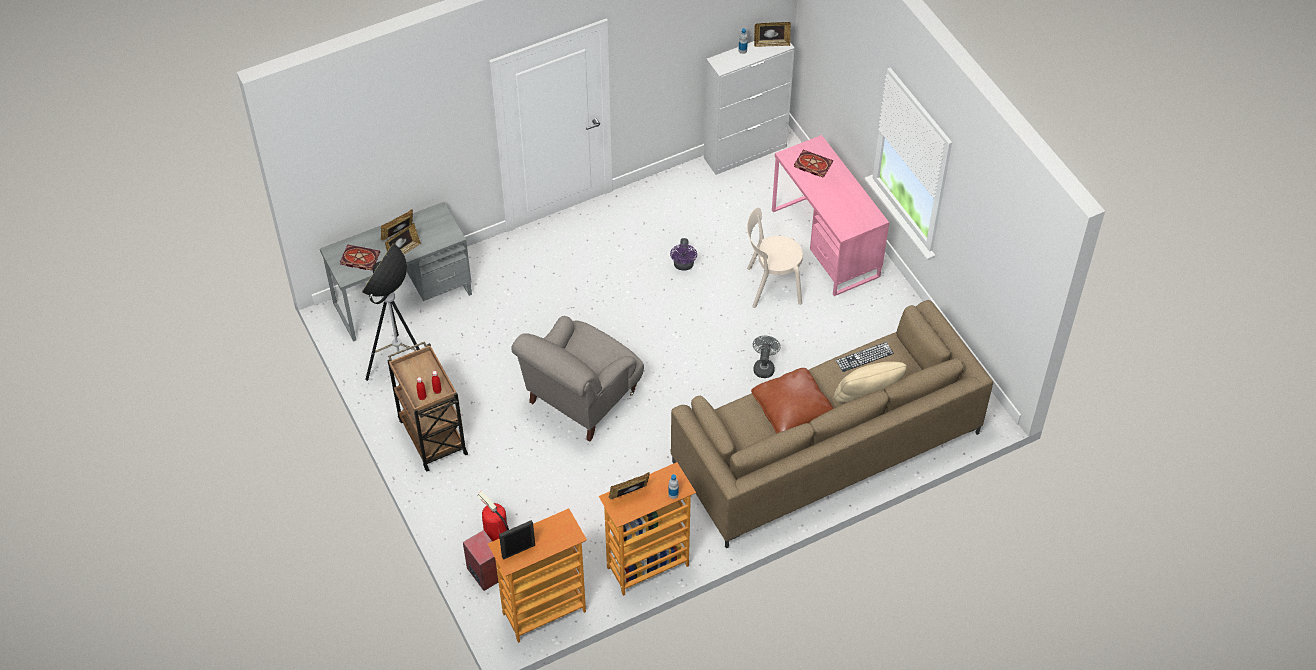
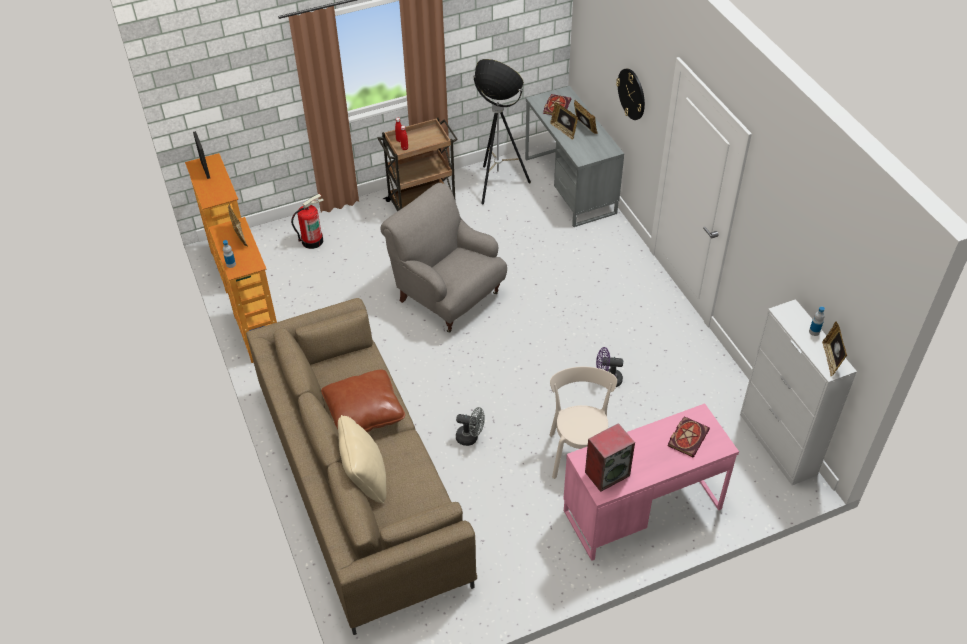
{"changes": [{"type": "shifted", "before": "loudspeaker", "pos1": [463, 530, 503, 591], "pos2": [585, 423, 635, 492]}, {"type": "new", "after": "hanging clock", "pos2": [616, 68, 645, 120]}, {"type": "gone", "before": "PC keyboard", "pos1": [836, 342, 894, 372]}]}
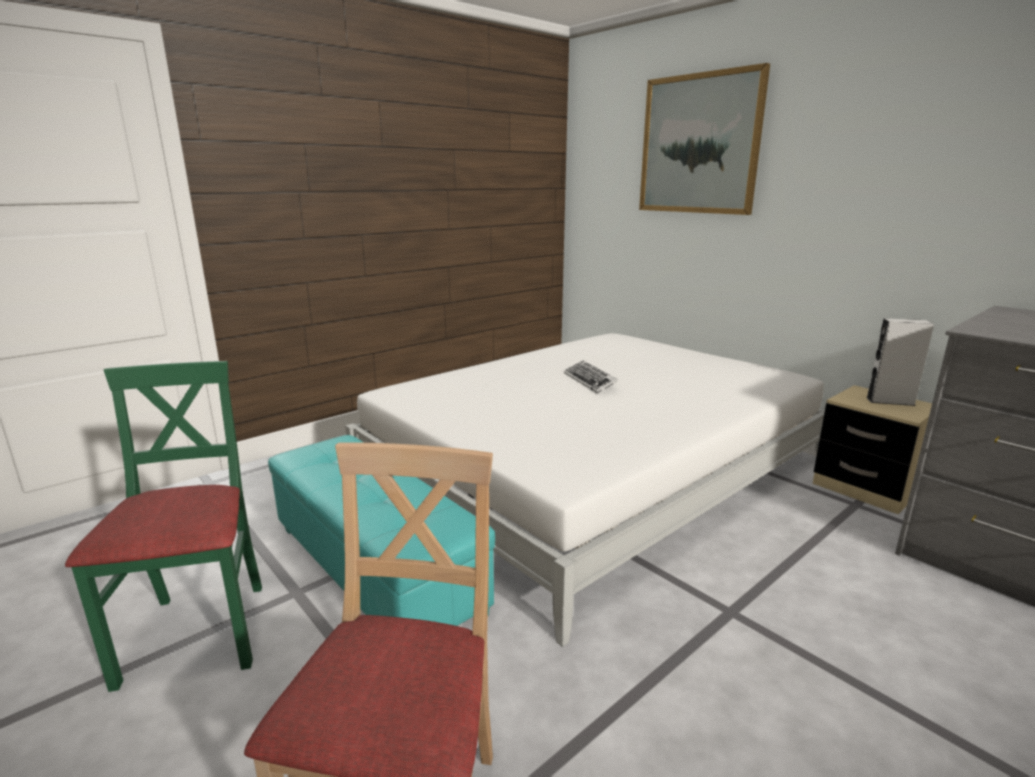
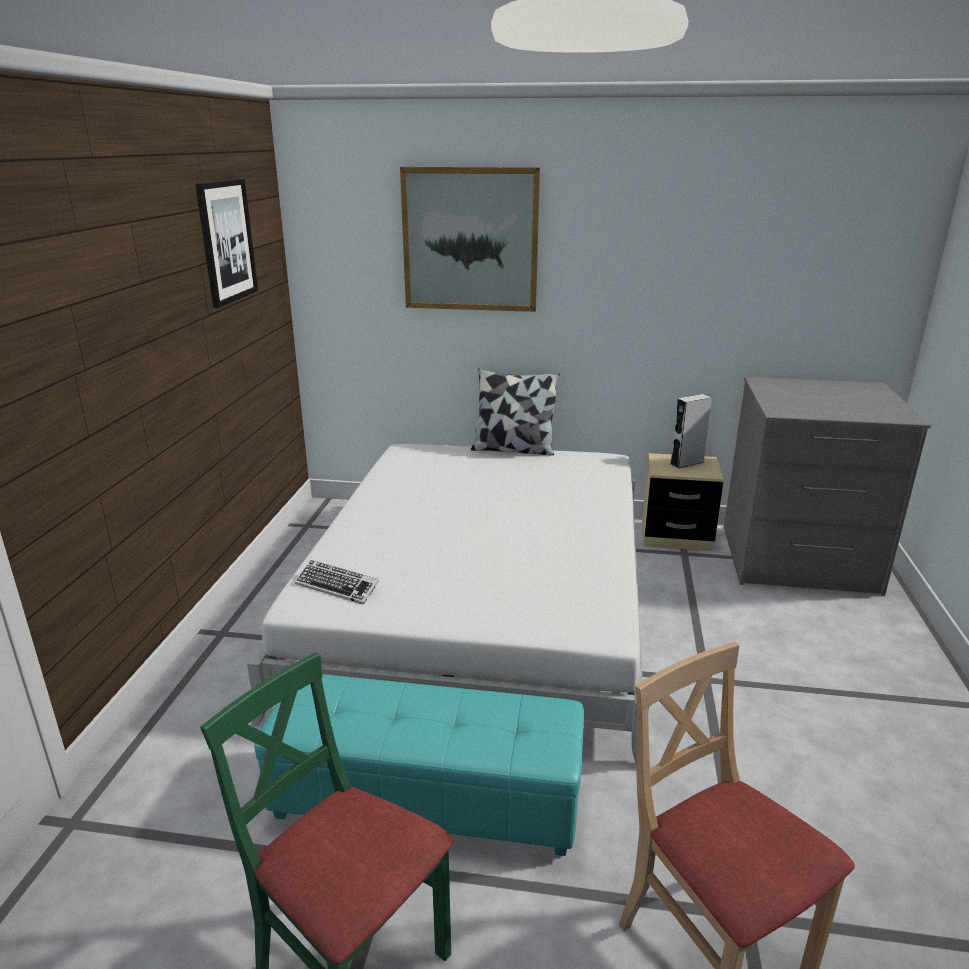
{"changes": [{"type": "new", "after": "wall picture", "pos2": [195, 179, 258, 308]}, {"type": "shifted", "before": "PC keyboard", "pos1": [564, 361, 618, 393], "pos2": [295, 560, 379, 605]}, {"type": "new", "after": "cushion", "pos2": [471, 368, 560, 455]}]}
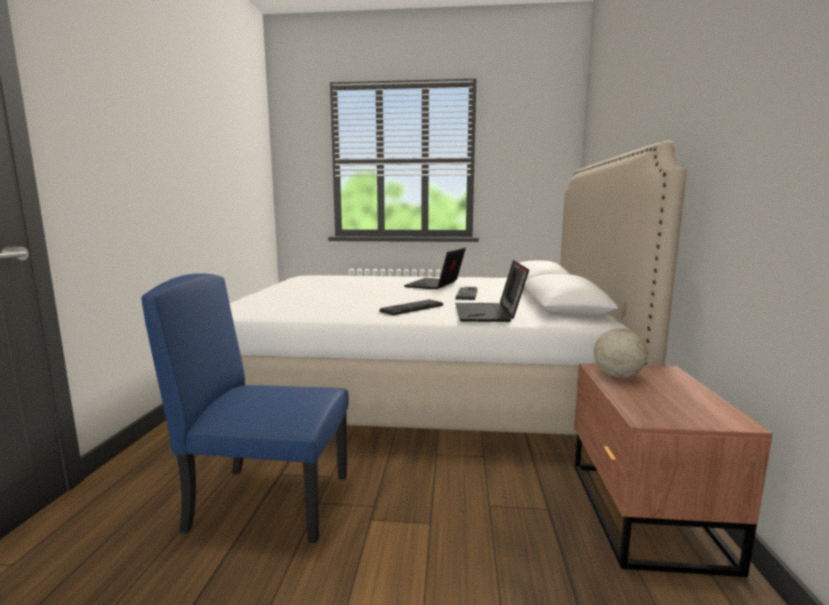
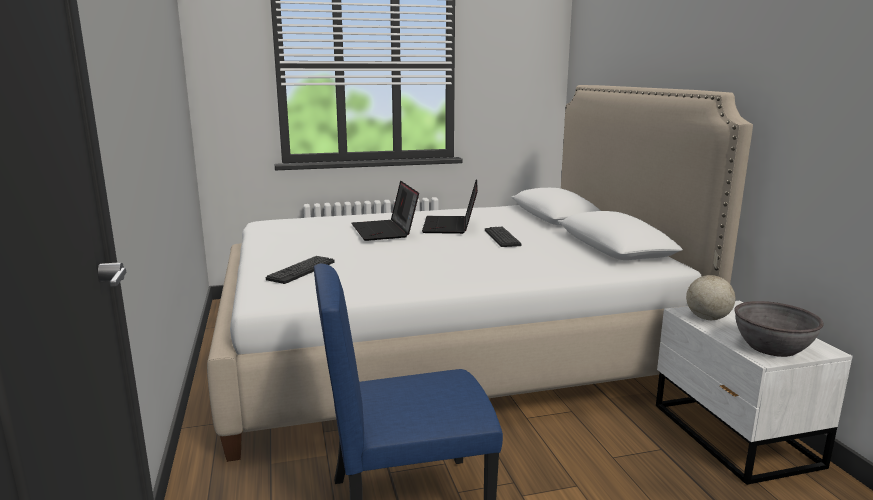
{"changes": [{"type": "shifted", "before": "PC keyboard", "pos1": [379, 299, 443, 315], "pos2": [266, 256, 334, 284]}, {"type": "shifted", "before": "laptop", "pos1": [455, 260, 529, 322], "pos2": [352, 181, 419, 241]}, {"type": "repainted", "before": "brown-coloured night table", "after": "white night table", "pos1": [574, 363, 773, 577], "pos2": [656, 300, 853, 485]}, {"type": "new", "after": "grey deep dish", "pos2": [734, 301, 824, 357]}]}
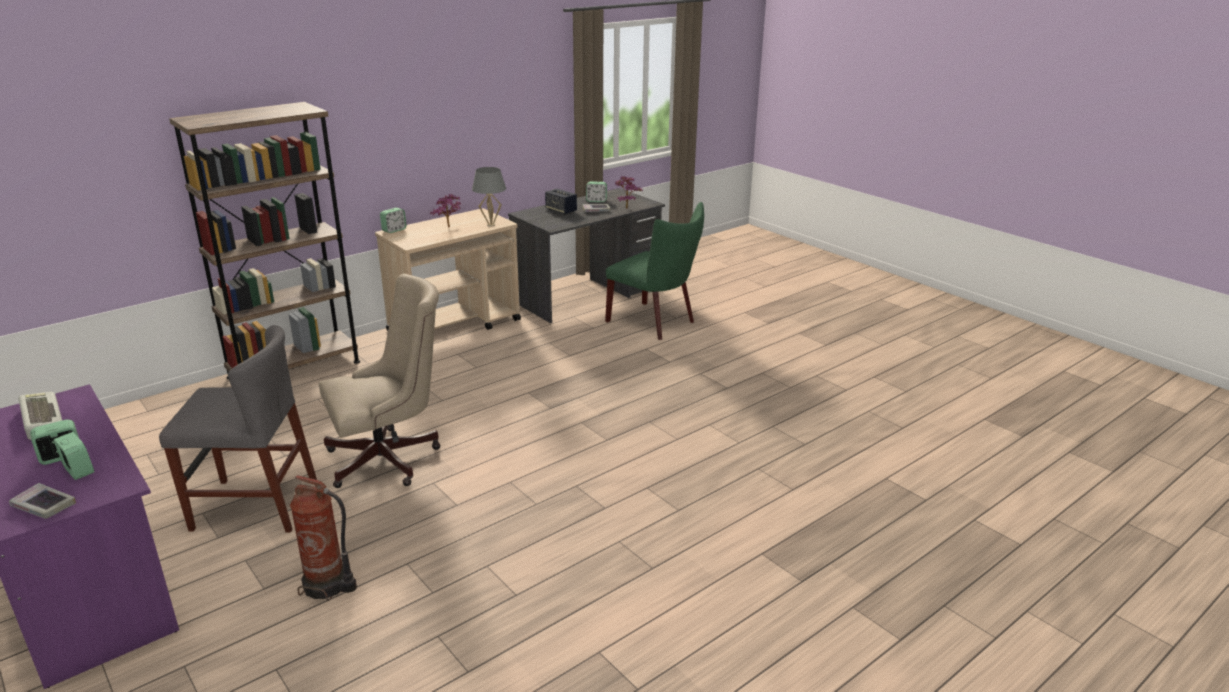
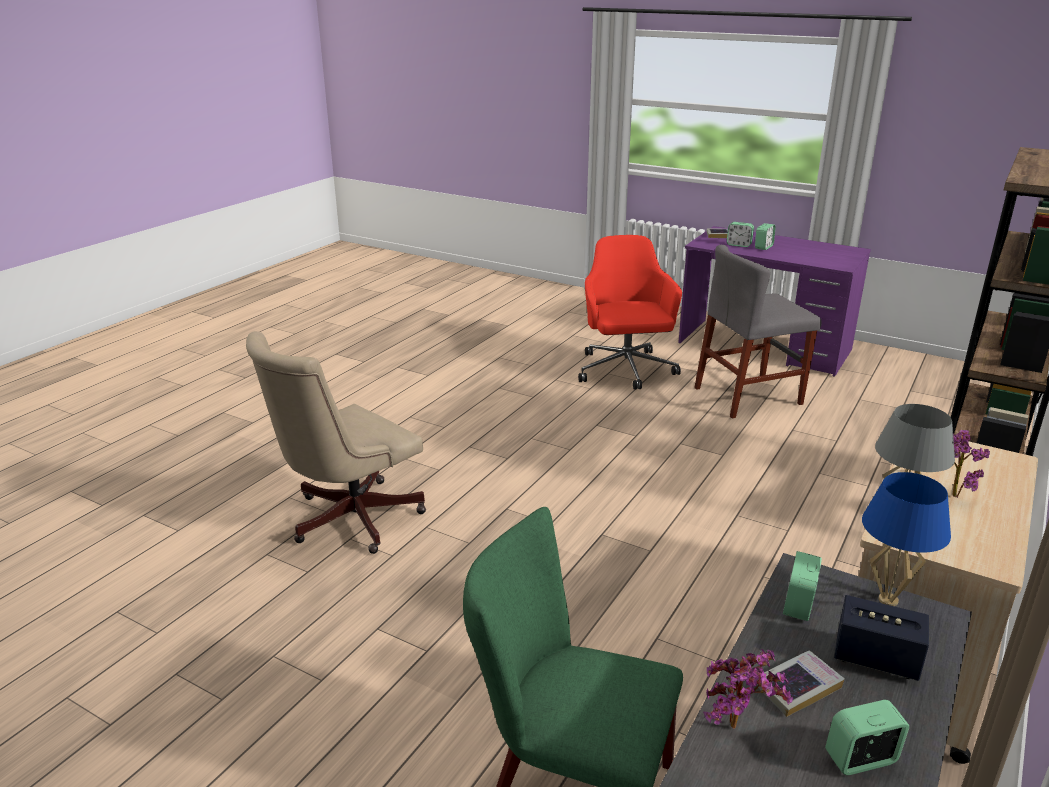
{"changes": [{"type": "shifted", "before": "beige-coloured computer chair", "pos1": [319, 274, 441, 488], "pos2": [246, 331, 426, 554]}, {"type": "swapped", "before": "extinguisher", "after": "red computer chair", "pos1": [290, 475, 357, 601], "pos2": [578, 235, 682, 390]}, {"type": "shifted", "before": "alarm clock", "pos1": [380, 208, 407, 233], "pos2": [783, 551, 822, 621]}, {"type": "new", "after": "bluish tabletop lamp", "pos2": [862, 472, 951, 606]}, {"type": "gone", "before": "PC keyboard", "pos1": [18, 392, 62, 440]}]}
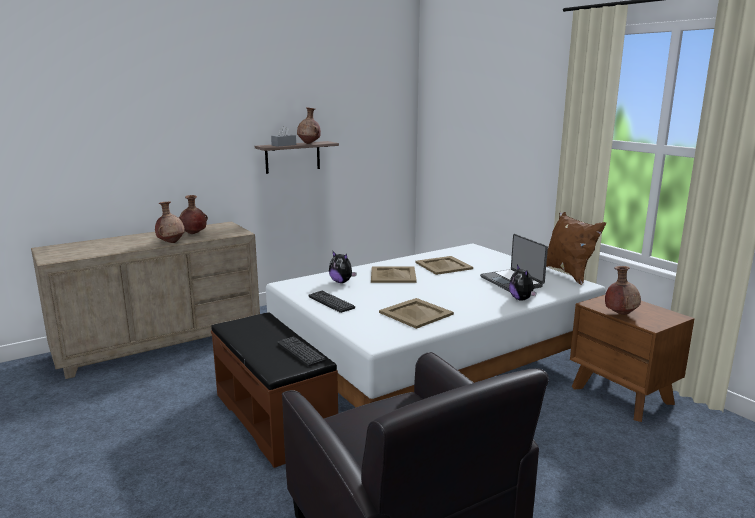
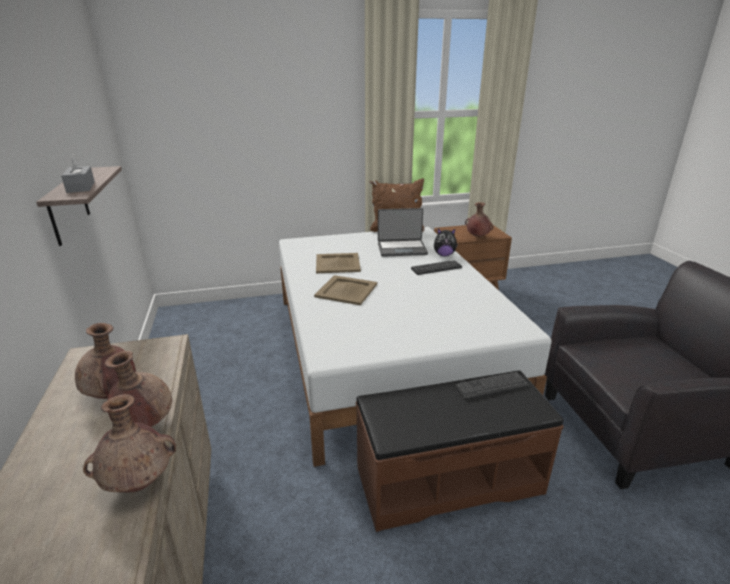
{"changes": [{"type": "shifted", "before": "brown-coloured decorative vase", "pos1": [297, 107, 321, 144], "pos2": [83, 394, 176, 492]}, {"type": "shifted", "before": "PC keyboard", "pos1": [309, 291, 355, 313], "pos2": [411, 260, 462, 275]}, {"type": "gone", "before": "cuddly toy", "pos1": [329, 251, 357, 283]}, {"type": "gone", "before": "beige-coloured carrying tray", "pos1": [379, 298, 454, 329]}]}
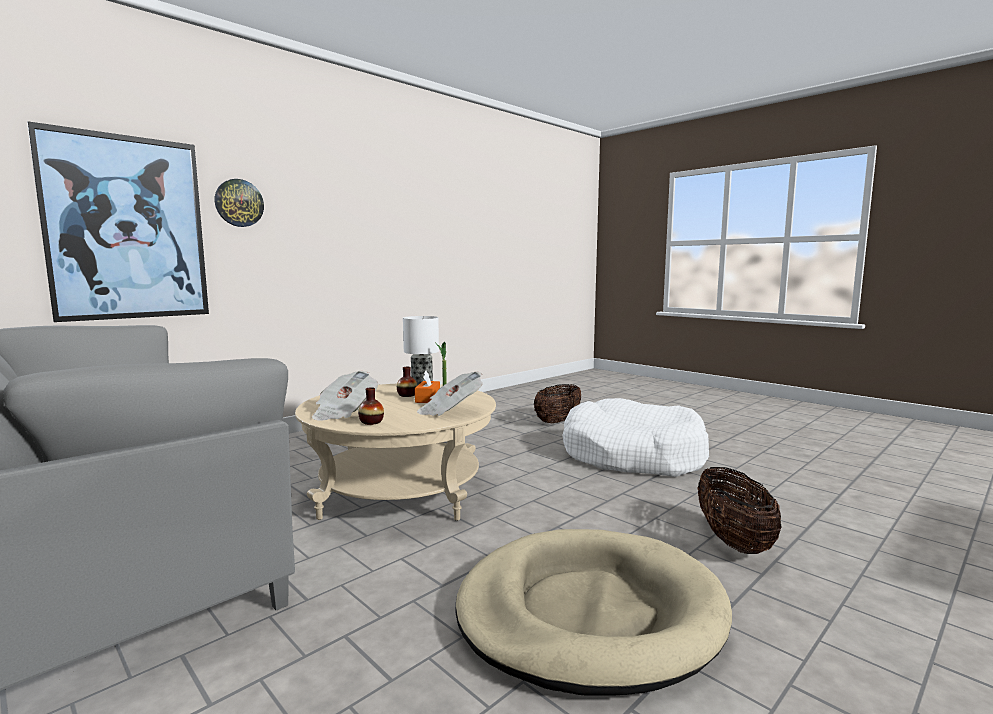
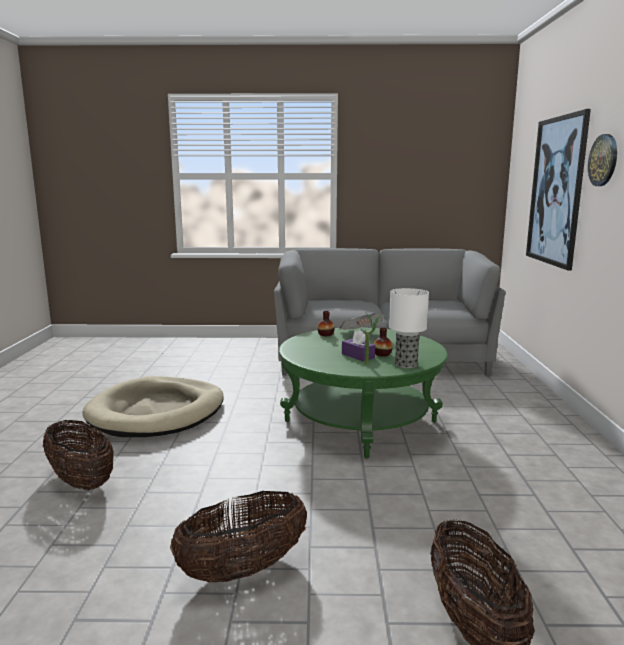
{"changes": [{"type": "swapped", "before": "white dog bed", "after": "basket", "pos1": [562, 398, 709, 477], "pos2": [170, 491, 307, 582]}, {"type": "repainted", "before": "beige-coloured low table", "after": "greenish low table", "pos1": [295, 384, 496, 521], "pos2": [279, 327, 448, 458]}, {"type": "repainted", "before": "orangey tissue holder", "after": "purplish tissue holder", "pos1": [415, 371, 440, 403], "pos2": [342, 330, 375, 361]}, {"type": "gone", "before": "daily paper", "pos1": [417, 372, 482, 416]}]}
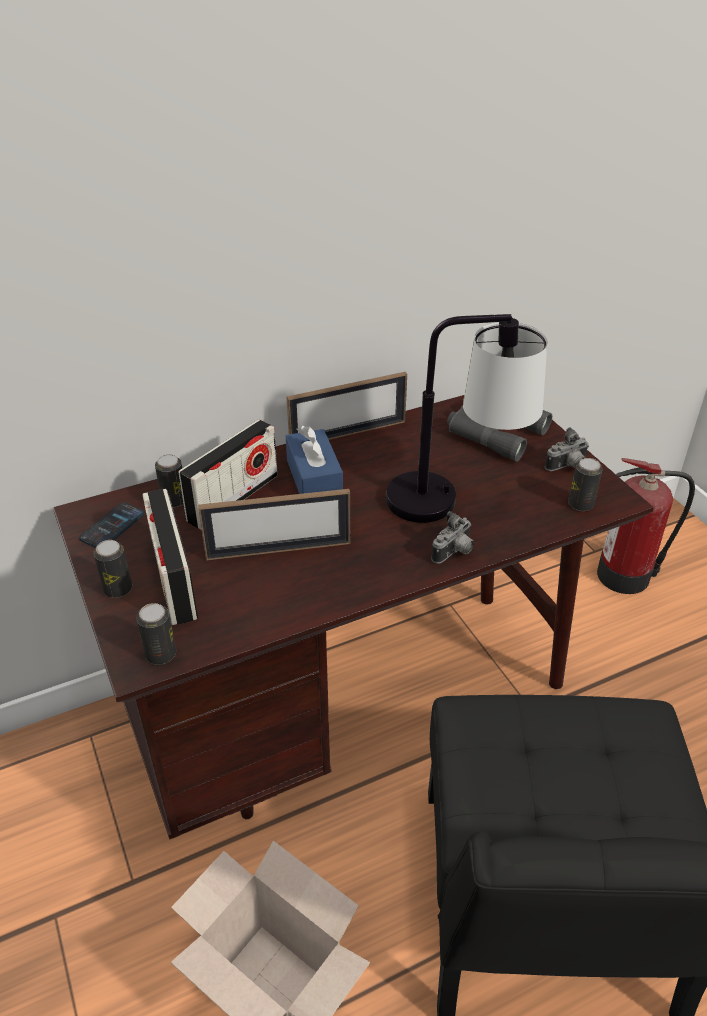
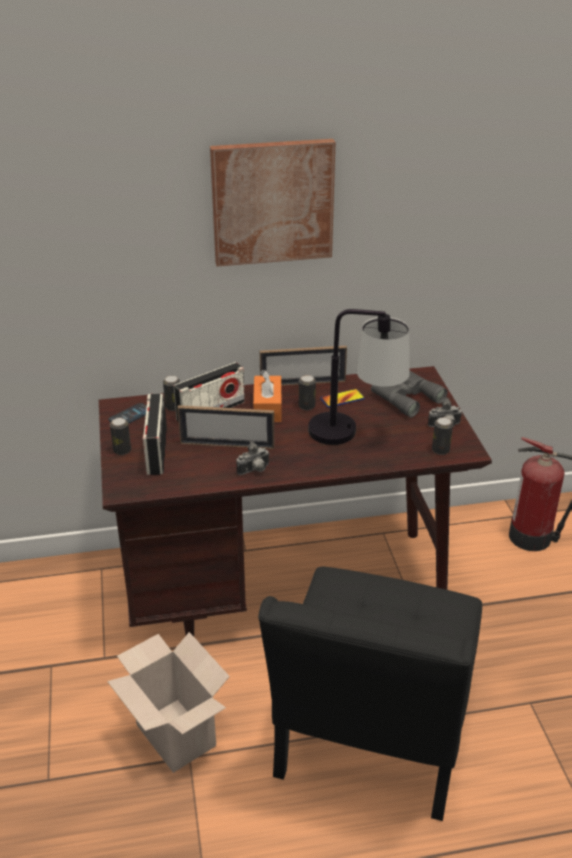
{"changes": [{"type": "new", "after": "wall picture", "pos2": [210, 139, 336, 266]}, {"type": "shifted", "before": "photo camera", "pos1": [431, 511, 474, 563], "pos2": [236, 441, 270, 475]}, {"type": "repainted", "before": "bluish tissue holder", "after": "orangey tissue holder", "pos1": [286, 425, 343, 494], "pos2": [253, 370, 282, 422]}, {"type": "shifted", "before": "can", "pos1": [136, 603, 176, 665], "pos2": [299, 375, 316, 410]}, {"type": "new", "after": "telephone", "pos2": [321, 389, 365, 407]}]}
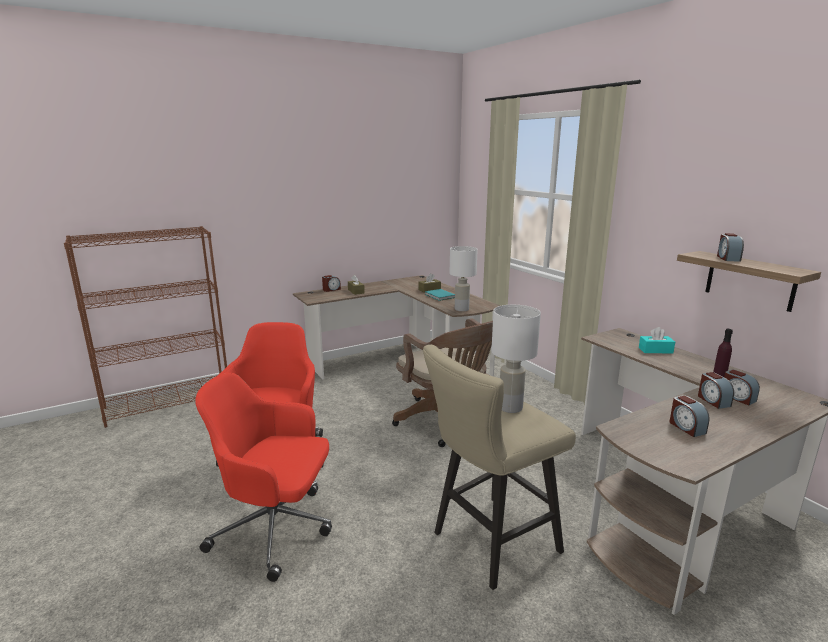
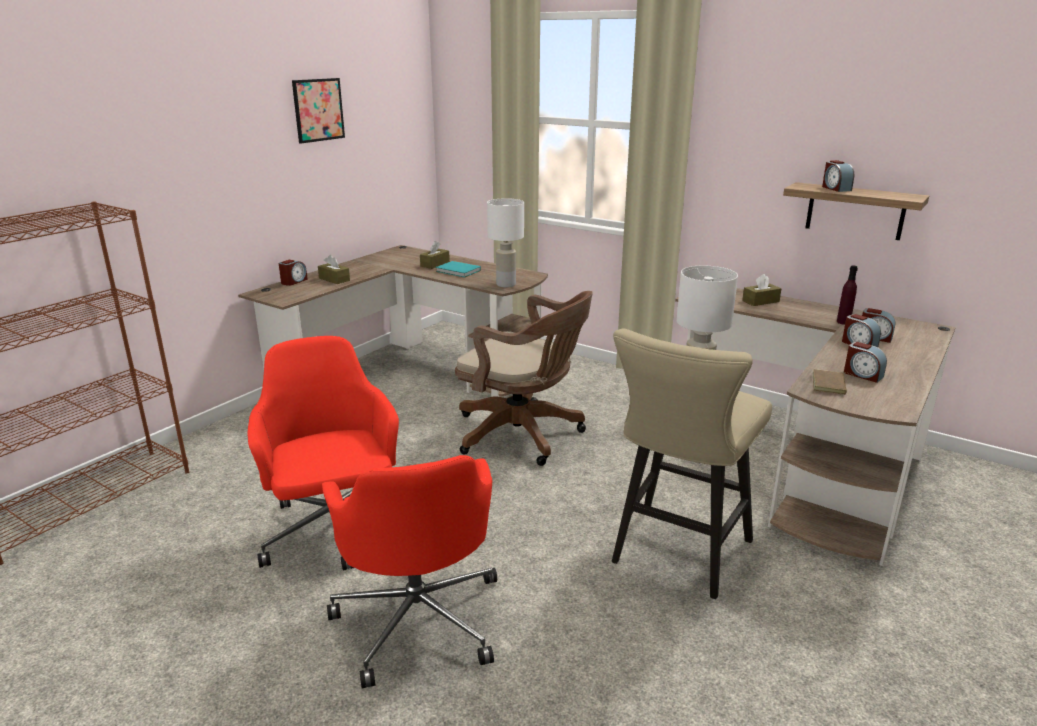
{"changes": [{"type": "new", "after": "wall picture", "pos2": [292, 78, 345, 144]}, {"type": "rotated", "before": "red computer chair", "pos1": [195, 372, 332, 582], "pos2": [322, 455, 497, 689], "turn": -90}, {"type": "repainted", "before": "turquoise-coloured tissue holder", "after": "brown-coloured tissue holder", "pos1": [639, 327, 675, 353], "pos2": [742, 274, 782, 306]}, {"type": "new", "after": "brown-coloured bound book", "pos2": [813, 369, 854, 395]}]}
